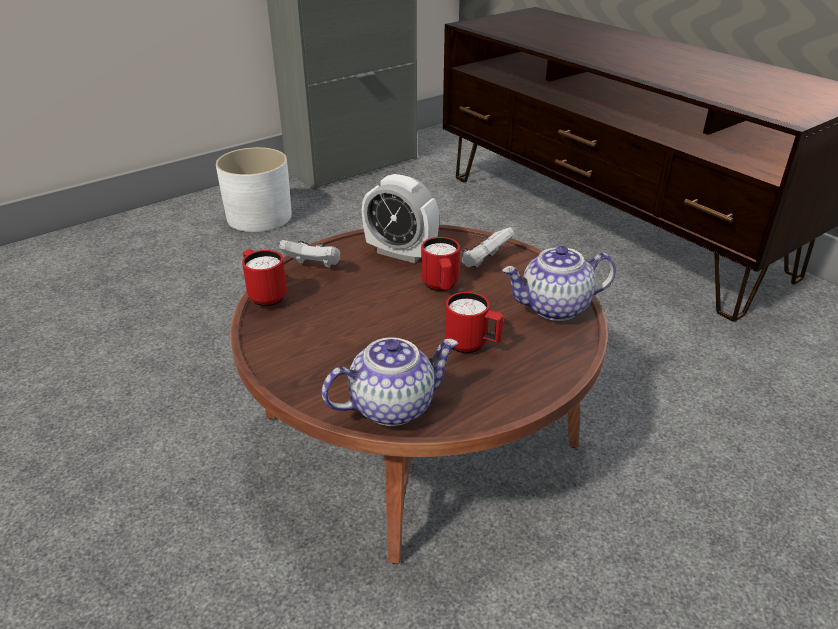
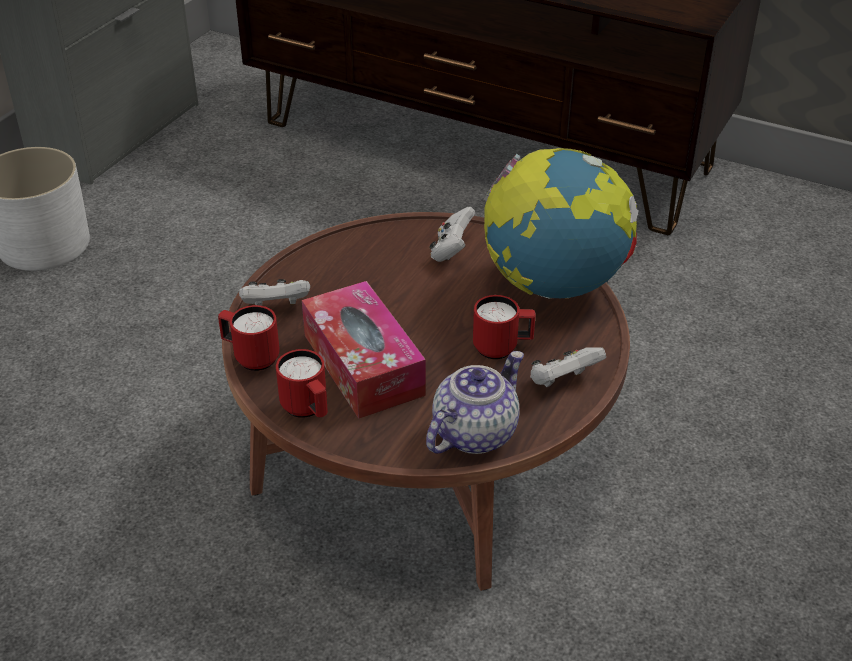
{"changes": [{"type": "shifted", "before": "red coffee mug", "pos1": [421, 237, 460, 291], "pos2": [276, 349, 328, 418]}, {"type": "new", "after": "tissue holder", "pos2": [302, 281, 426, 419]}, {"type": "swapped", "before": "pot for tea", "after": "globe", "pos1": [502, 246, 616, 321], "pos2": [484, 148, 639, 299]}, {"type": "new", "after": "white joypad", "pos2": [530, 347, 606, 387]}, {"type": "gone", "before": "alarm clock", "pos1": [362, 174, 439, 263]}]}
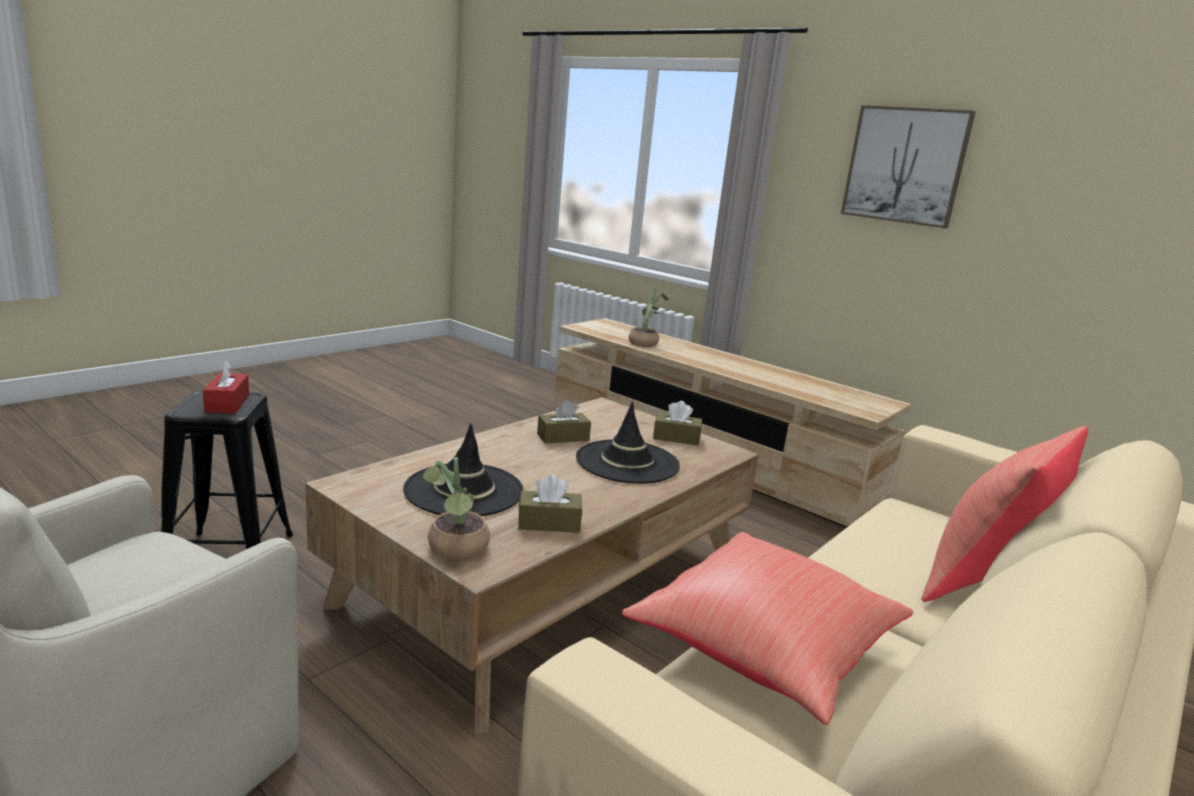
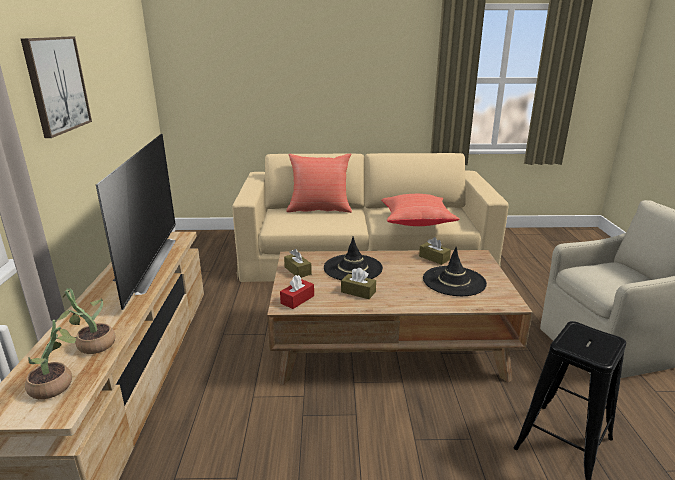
{"changes": [{"type": "shifted", "before": "houseplant", "pos1": [423, 457, 490, 560], "pos2": [25, 320, 77, 399]}, {"type": "new", "after": "TV", "pos2": [96, 134, 176, 310]}, {"type": "shifted", "before": "red tissue holder", "pos1": [203, 360, 249, 413], "pos2": [280, 275, 314, 309]}]}
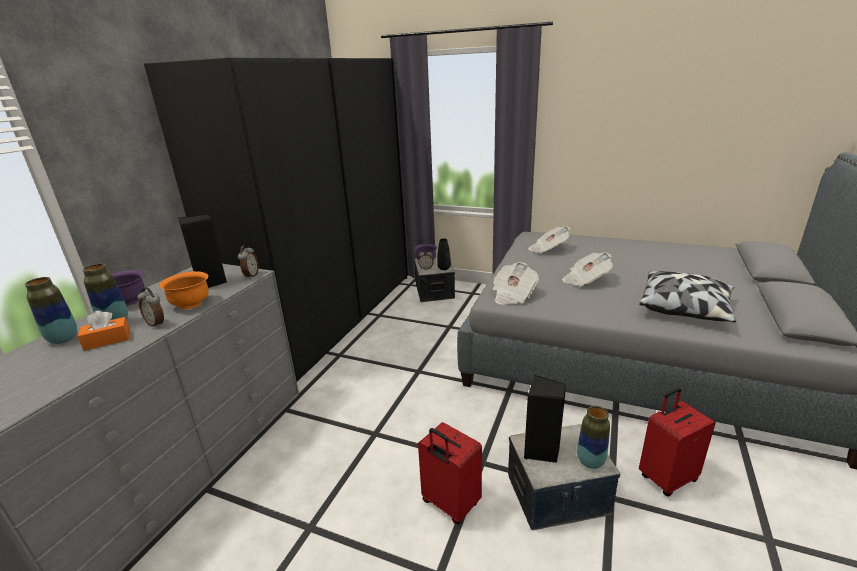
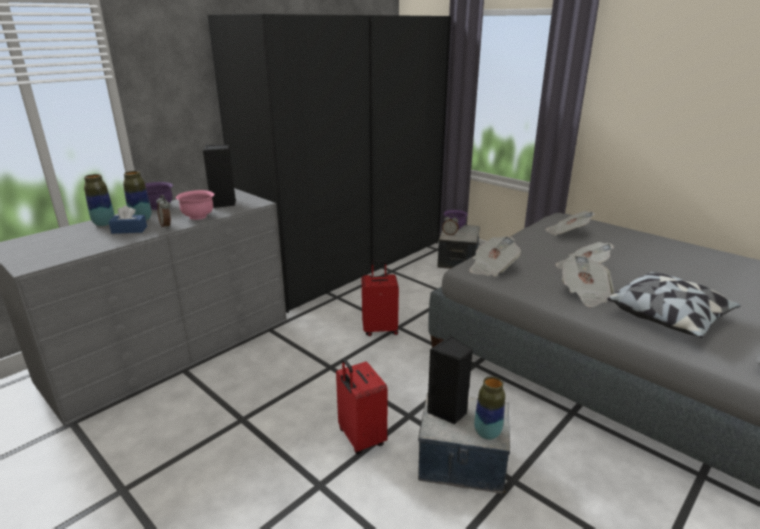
{"changes": [{"type": "repainted", "before": "orangey tissue holder", "after": "bluish tissue holder", "pos1": [77, 311, 130, 351], "pos2": [108, 205, 147, 234]}, {"type": "repainted", "before": "orangey deep dish", "after": "pinkish deep dish", "pos1": [159, 271, 209, 309], "pos2": [176, 190, 214, 220]}, {"type": "shifted", "before": "red suitcase", "pos1": [639, 387, 715, 496], "pos2": [362, 260, 399, 336]}, {"type": "new", "after": "daily paper", "pos2": [562, 255, 614, 307]}, {"type": "gone", "before": "alarm clock", "pos1": [238, 245, 259, 279]}, {"type": "gone", "before": "black-coloured decorative vase", "pos1": [437, 239, 451, 270]}]}
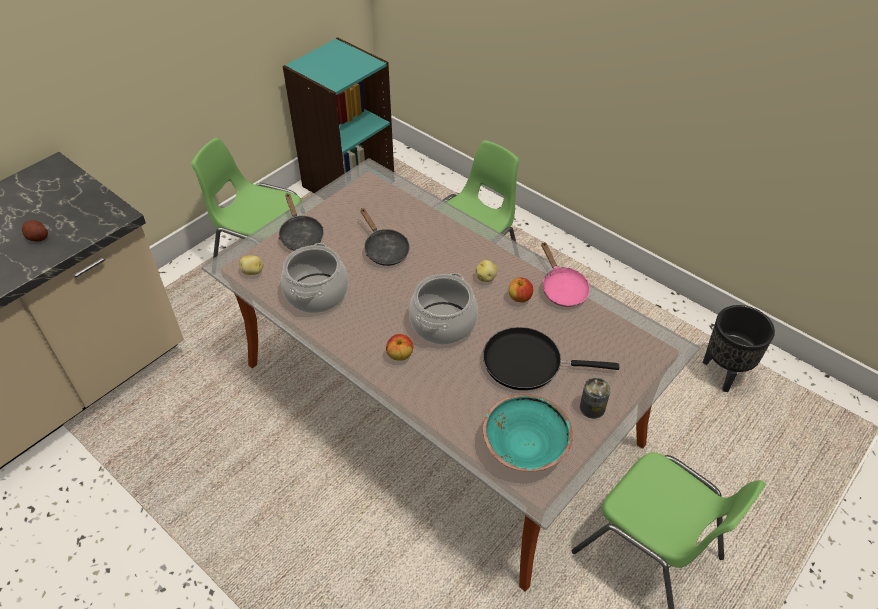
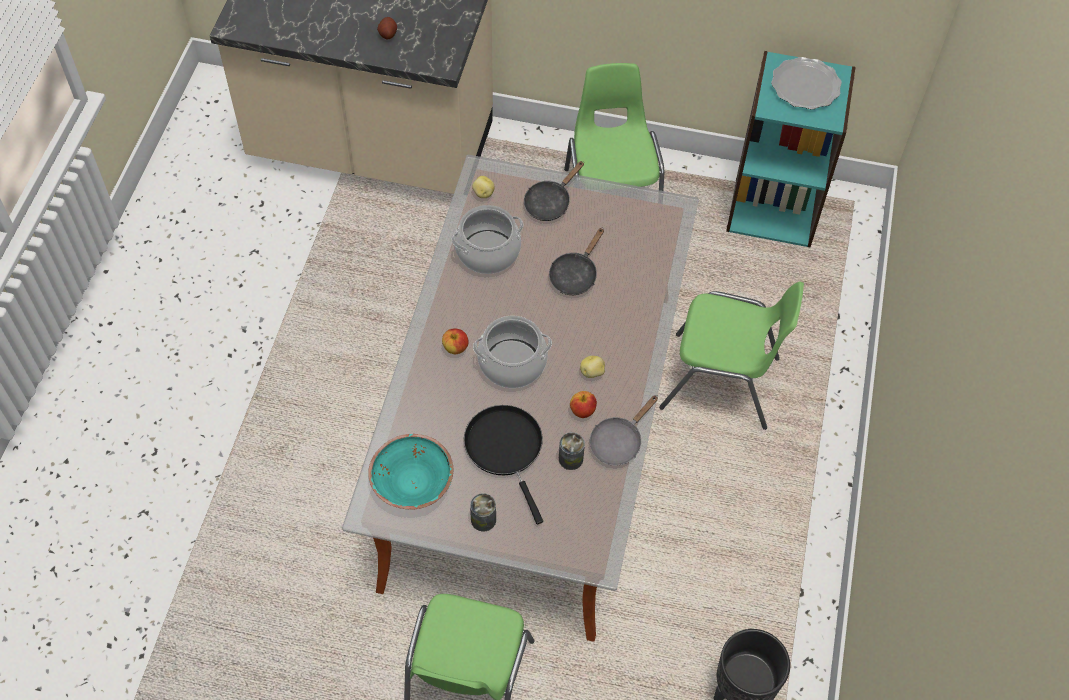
{"changes": [{"type": "new", "after": "can", "pos2": [559, 432, 585, 470]}, {"type": "repainted", "before": "pinkish frying pan", "after": "grey frying pan", "pos1": [541, 242, 590, 307], "pos2": [590, 395, 658, 466]}, {"type": "new", "after": "plate", "pos2": [771, 57, 842, 109]}]}
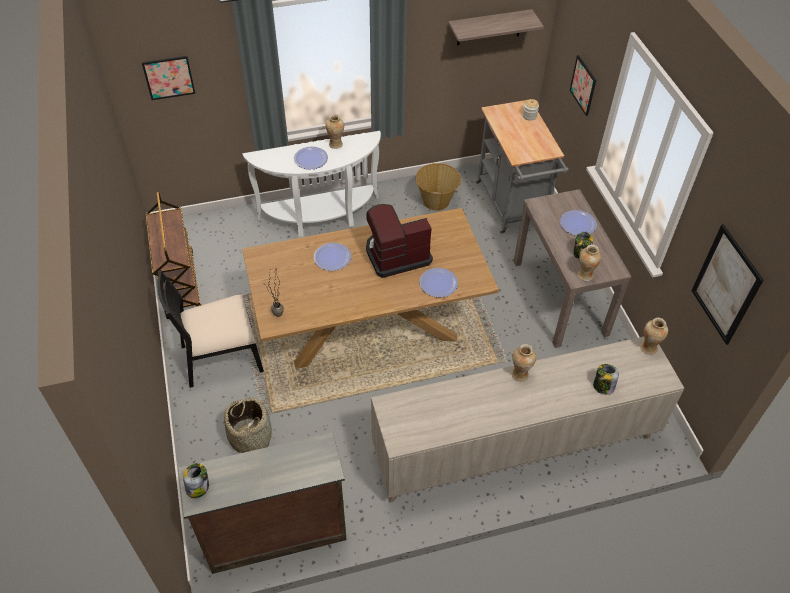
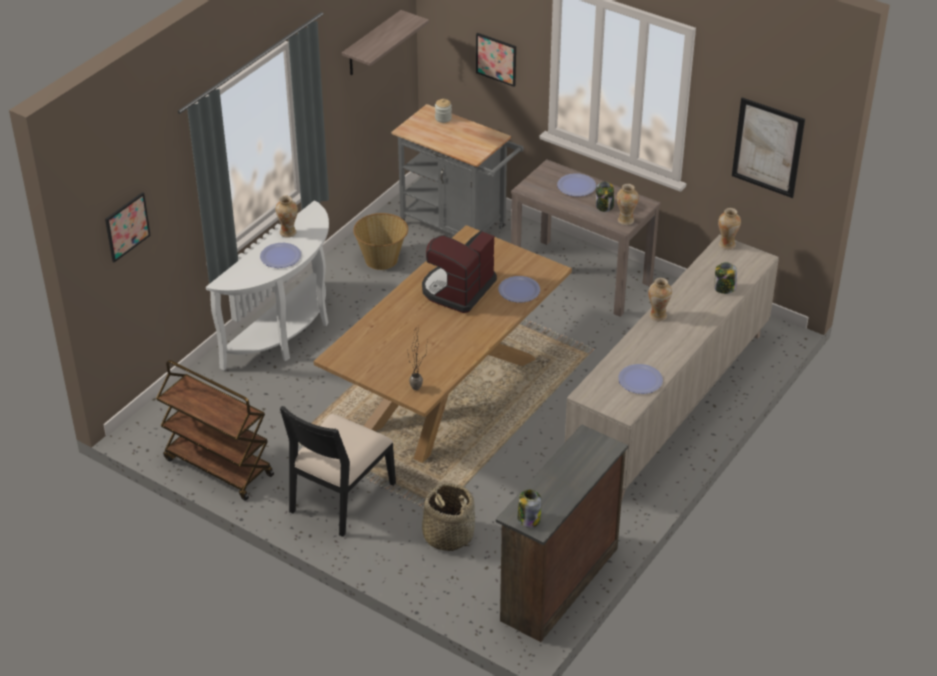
{"changes": [{"type": "shifted", "before": "plate", "pos1": [314, 243, 351, 271], "pos2": [618, 364, 663, 394]}]}
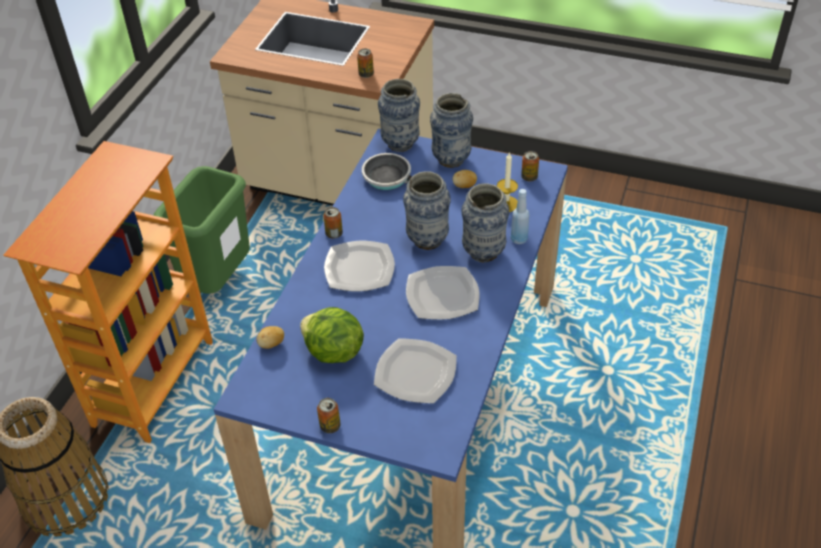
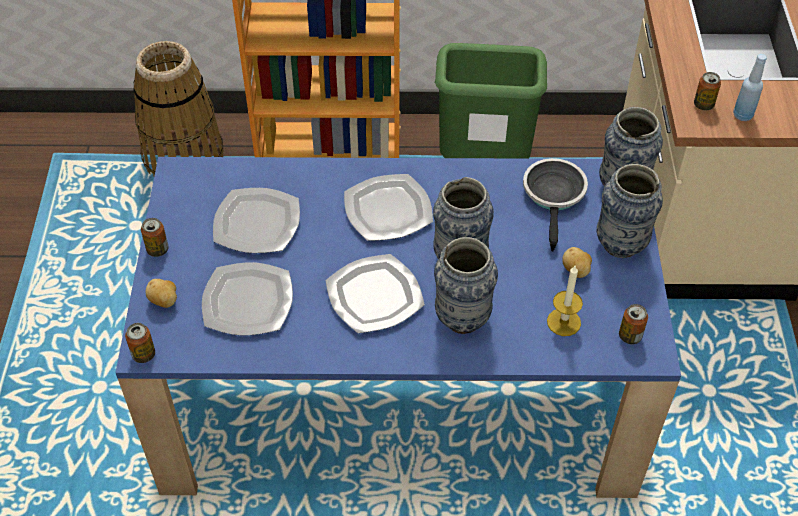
{"changes": [{"type": "shifted", "before": "can", "pos1": [323, 207, 343, 239], "pos2": [125, 323, 155, 363]}, {"type": "shifted", "before": "potato", "pos1": [256, 326, 284, 349], "pos2": [146, 279, 177, 308]}, {"type": "swapped", "before": "lettuce", "after": "plate", "pos1": [300, 307, 364, 363], "pos2": [213, 188, 300, 253]}, {"type": "shifted", "before": "bluish bottle", "pos1": [511, 189, 529, 244], "pos2": [733, 54, 767, 121]}]}
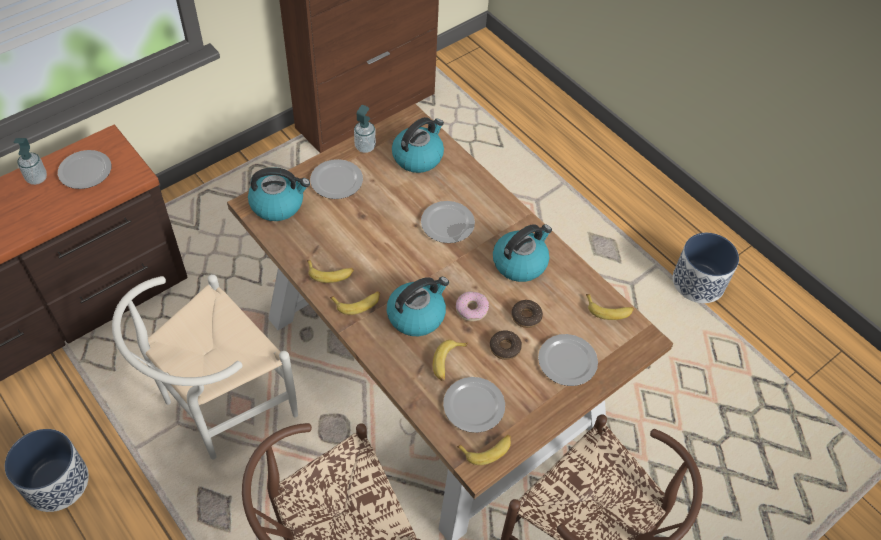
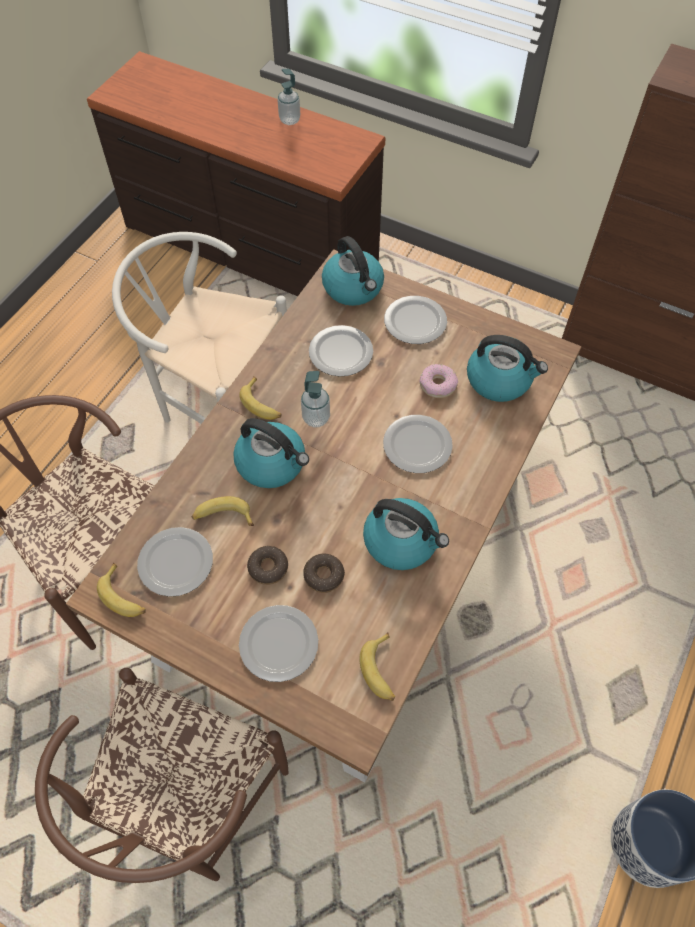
{"changes": [{"type": "shifted", "before": "soap bottle", "pos1": [354, 105, 376, 153], "pos2": [301, 371, 330, 427]}, {"type": "shifted", "before": "plate", "pos1": [58, 150, 111, 189], "pos2": [309, 325, 373, 377]}, {"type": "shifted", "before": "doughnut", "pos1": [456, 291, 489, 322], "pos2": [420, 364, 458, 398]}, {"type": "gone", "before": "flower pot", "pos1": [5, 429, 89, 512]}, {"type": "gone", "before": "whole banana", "pos1": [307, 260, 354, 283]}]}
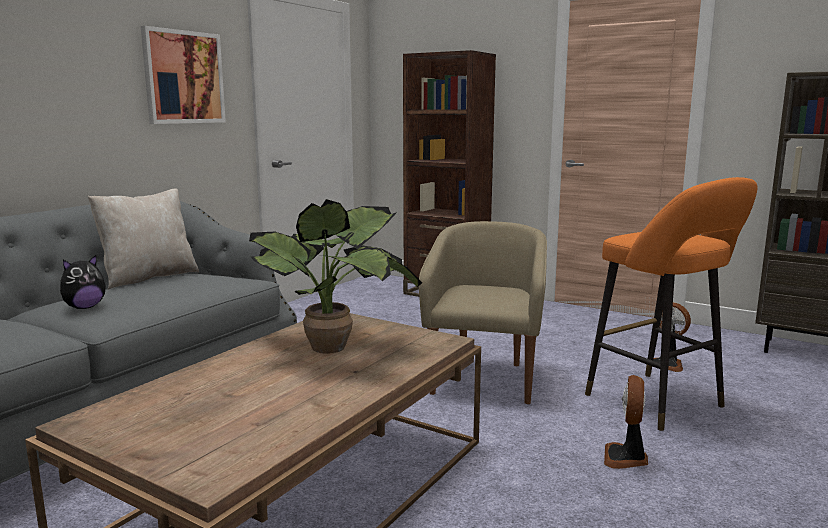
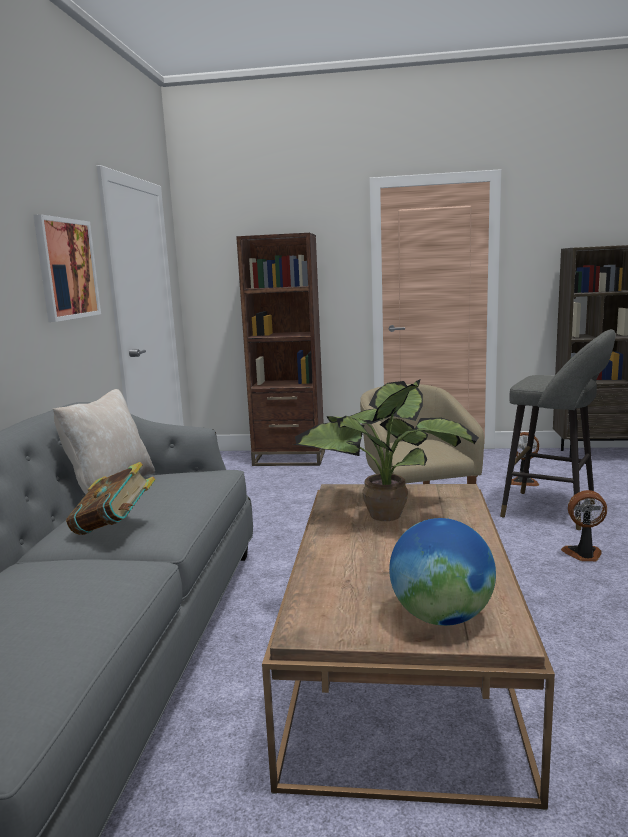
{"changes": [{"type": "swapped", "before": "cuddly toy", "after": "bound book", "pos1": [60, 255, 106, 309], "pos2": [66, 462, 155, 535]}, {"type": "new", "after": "globe", "pos2": [389, 518, 496, 626]}, {"type": "repainted", "before": "orangey stool seat", "after": "grey stool seat", "pos1": [585, 177, 758, 431], "pos2": [500, 329, 616, 530]}, {"type": "rotated", "before": "cooling fan", "pos1": [604, 375, 648, 469], "pos2": [561, 490, 607, 561], "turn": 105}]}
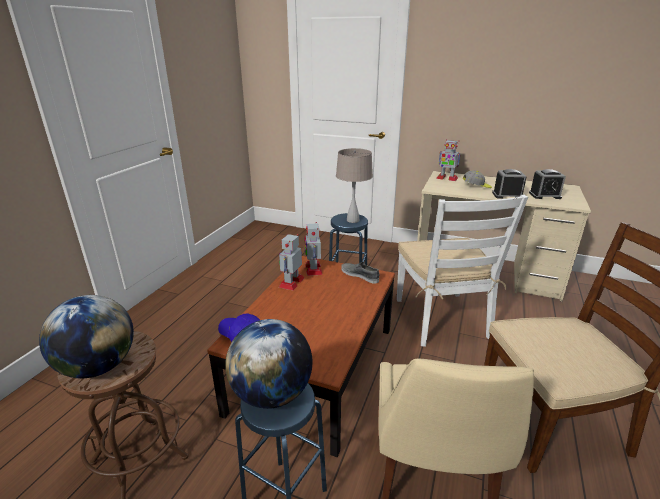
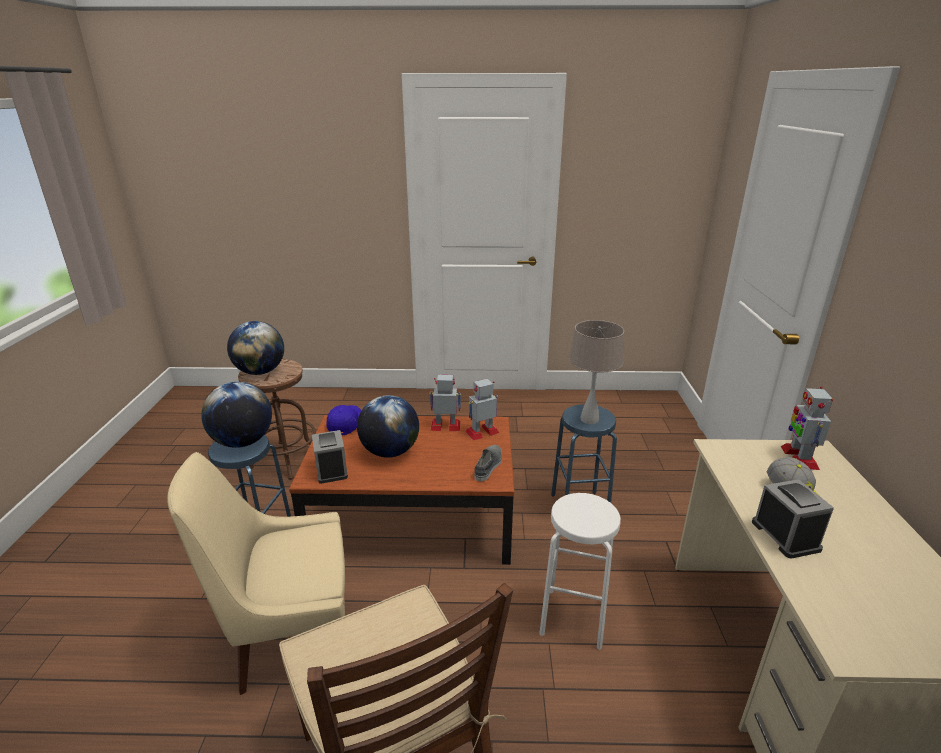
{"changes": [{"type": "shifted", "before": "alarm clock", "pos1": [529, 169, 566, 199], "pos2": [312, 430, 348, 484]}, {"type": "new", "after": "globe", "pos2": [357, 395, 419, 458]}, {"type": "swapped", "before": "white upright chair", "after": "white stool seat", "pos1": [397, 195, 528, 347], "pos2": [539, 493, 621, 650]}]}
